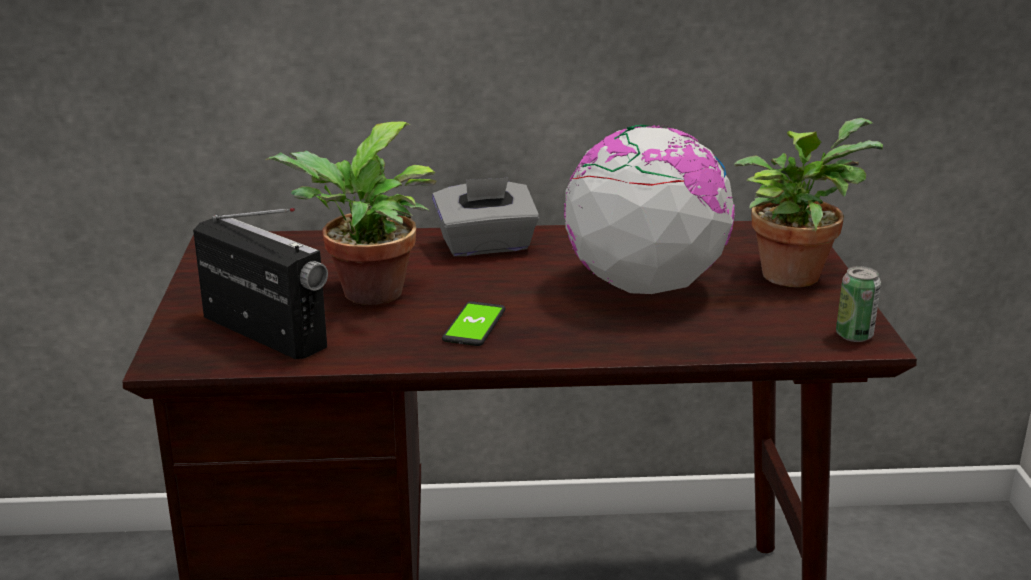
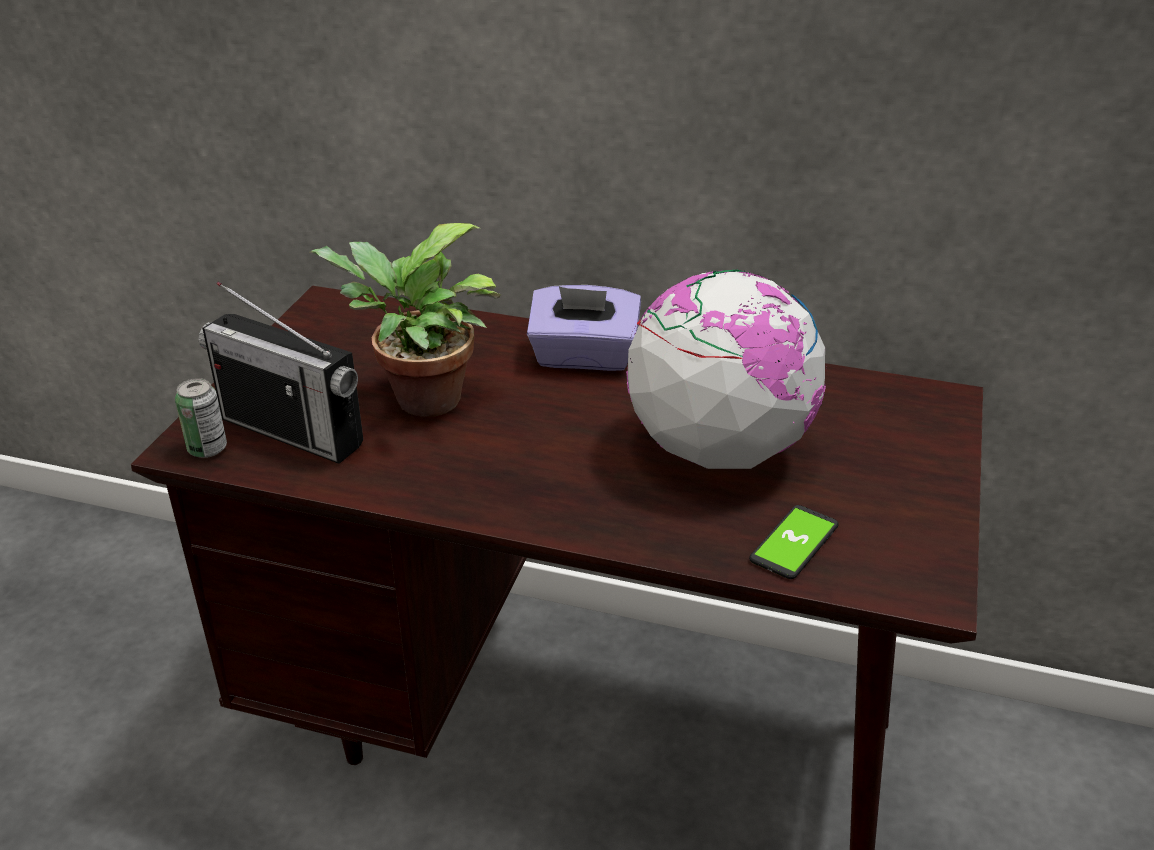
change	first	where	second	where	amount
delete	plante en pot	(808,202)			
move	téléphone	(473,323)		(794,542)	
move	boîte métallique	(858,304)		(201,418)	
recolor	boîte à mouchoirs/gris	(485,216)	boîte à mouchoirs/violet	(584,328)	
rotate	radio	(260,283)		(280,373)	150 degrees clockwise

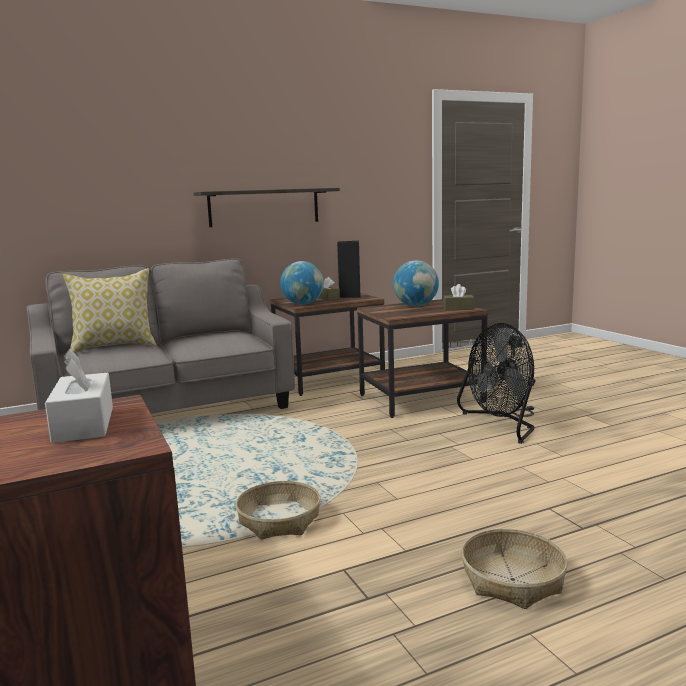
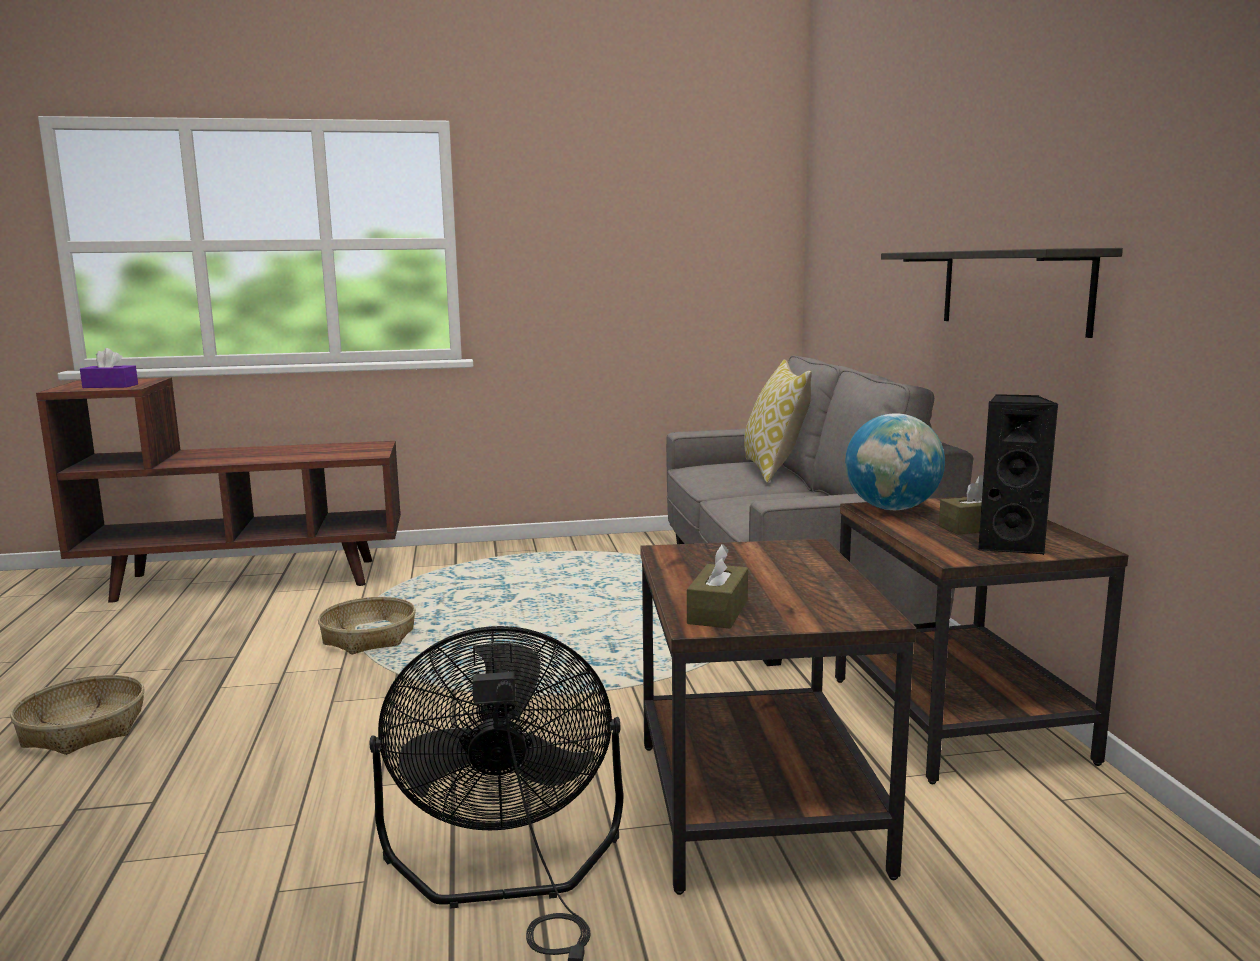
change	first	where	second	where	amount
delete	globe	(416,283)			
recolor	boîte à mouchoirs/blanc	(79,396)	boîte à mouchoirs/violet	(109,368)	

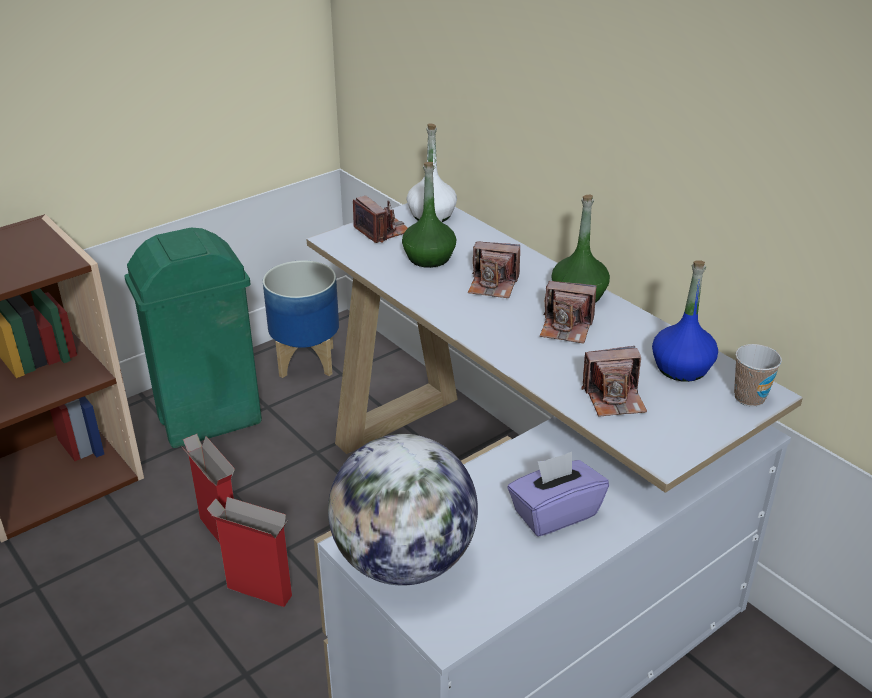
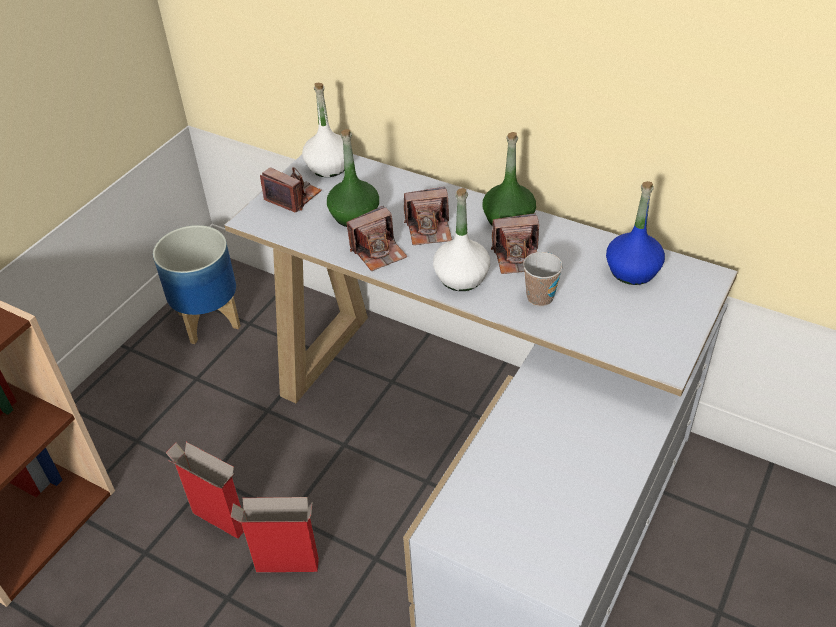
change	first	where	second	where	amount
delete	poubelle/vert	(193,338)			
delete	globe	(403,510)			
delete	boîte à mouchoirs/violet	(558,494)			
insert			bouteille/blanc	(461,239)	
move	appareil photo	(614,381)		(377,238)	
move	tasse	(758,375)		(543,279)	

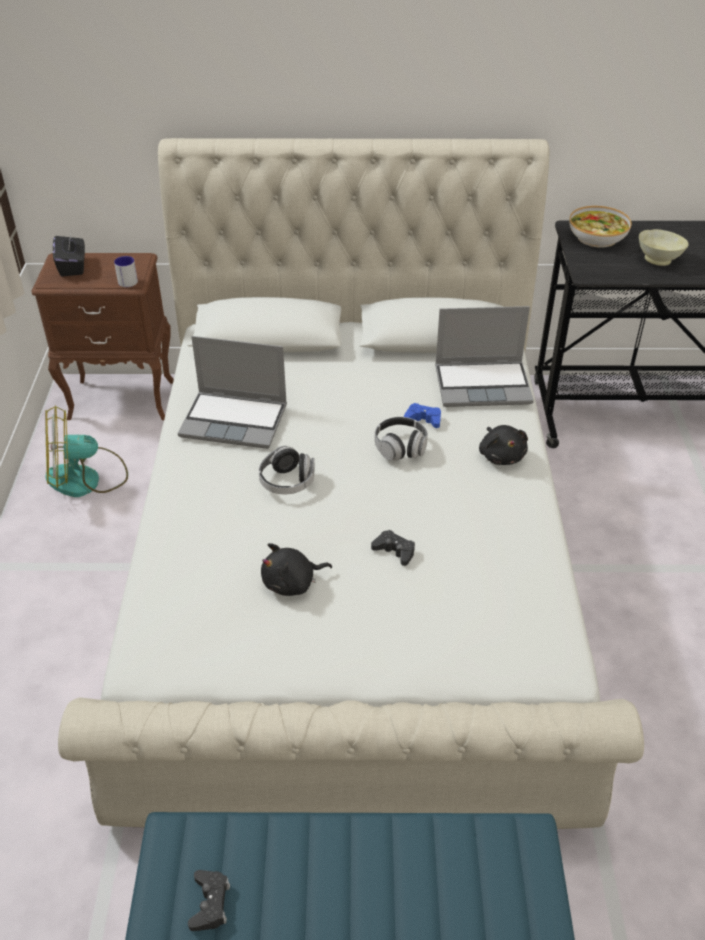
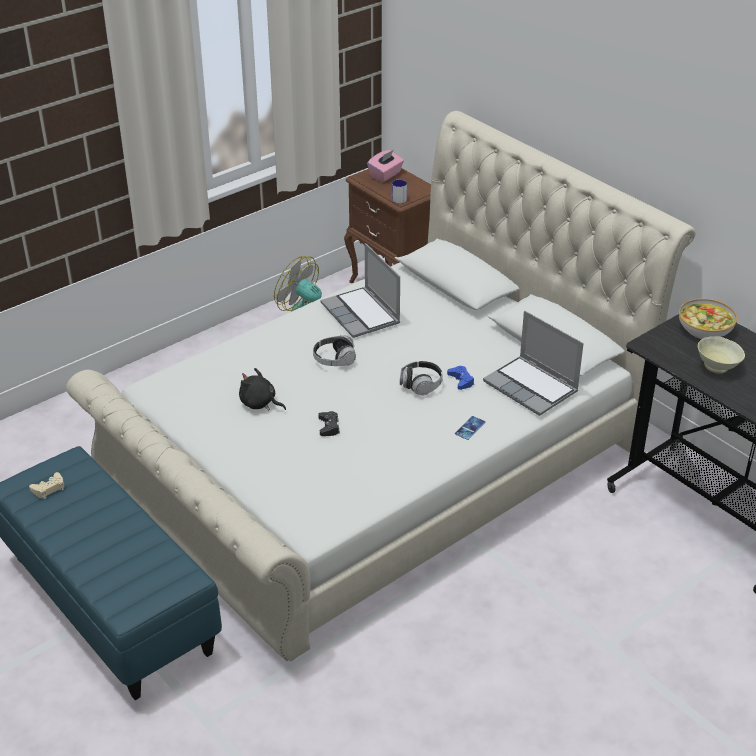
change	first	where	second	where	amount
replace	peluche/noir	(503,445)	téléphone	(470,428)	
recolor	boîte à mouchoirs/noir	(69,254)	boîte à mouchoirs/rose	(385,166)	
recolor	manette/noir	(209,900)	manette/beige	(46,485)	

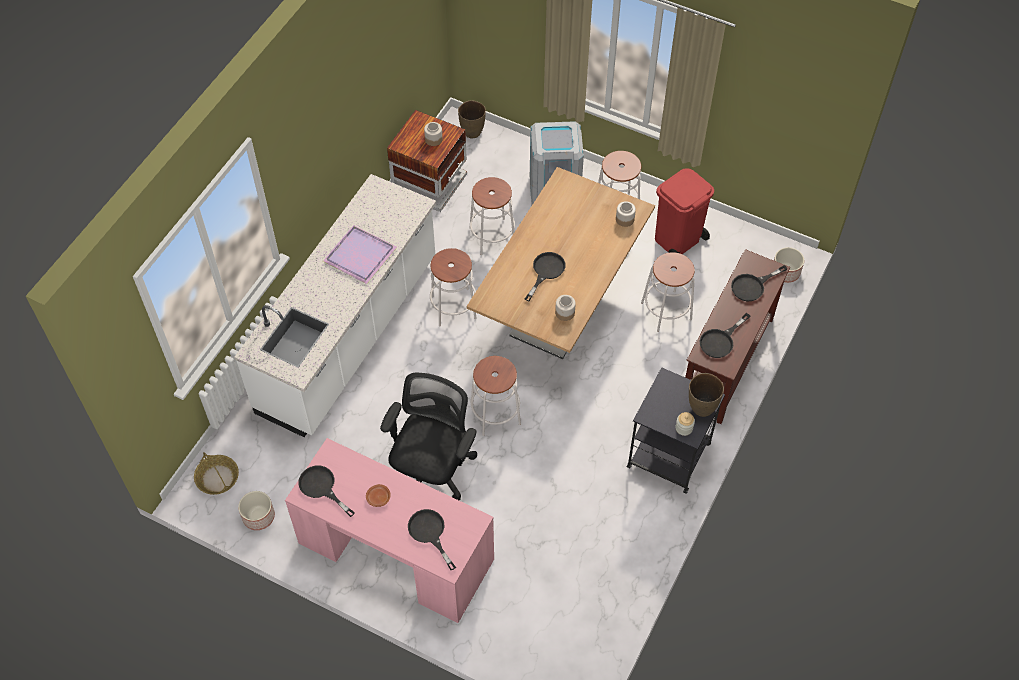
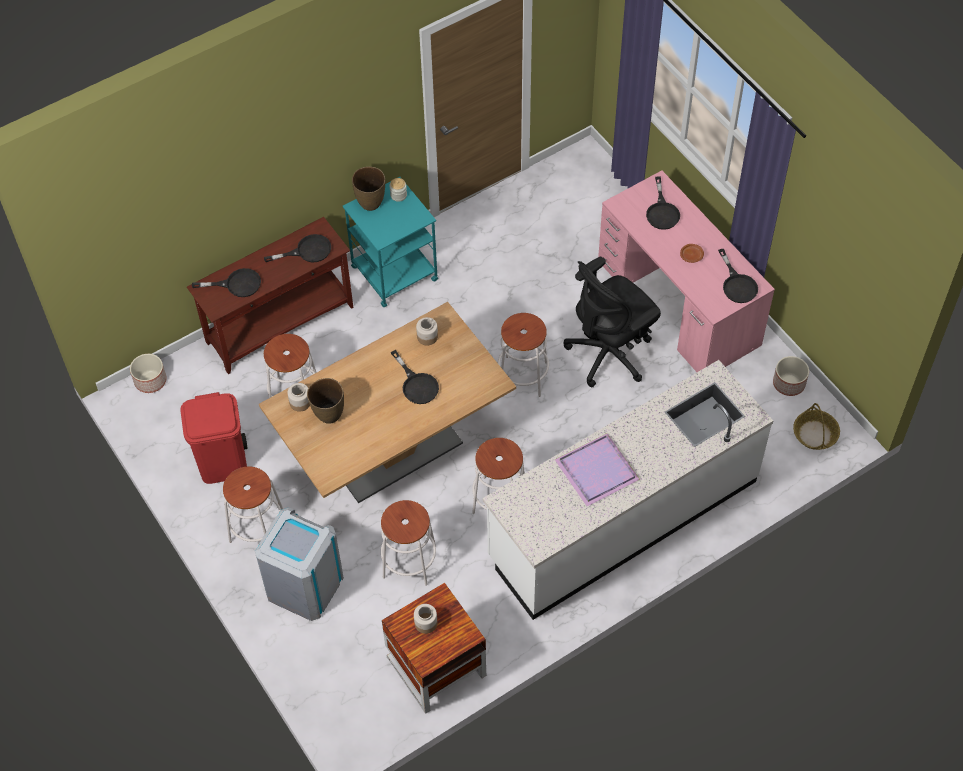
change	first	where	second	where	amount
move	vase/marron	(472,119)		(325,401)	
recolor	chariot/noir	(676,430)	chariot/turquoise	(390,242)	
rotate	poêle/noir	(545,276)		(415,377)	90 degrees counterclockwise

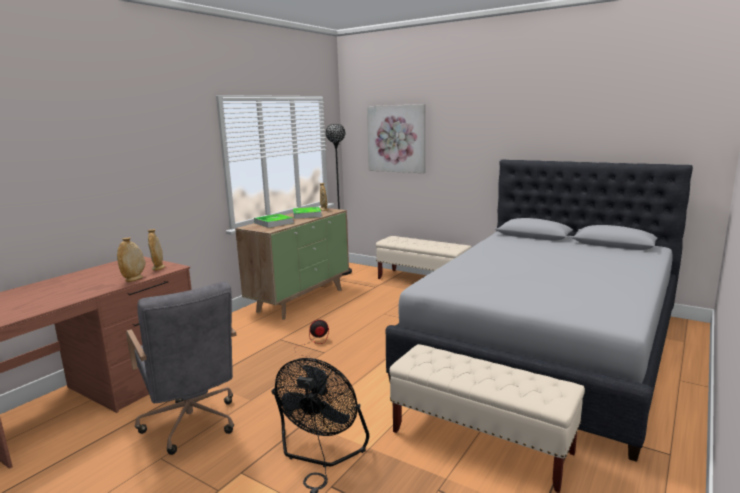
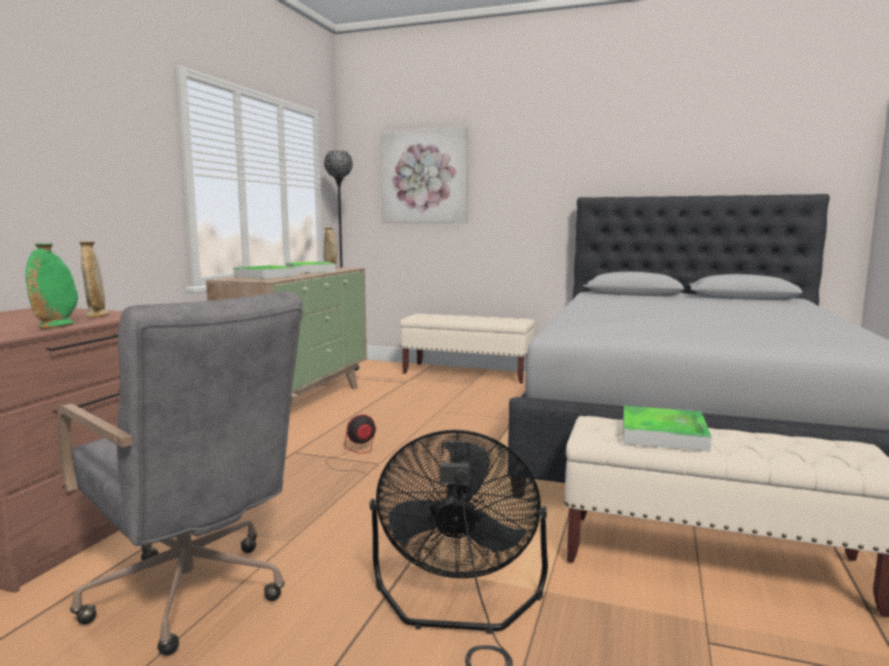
change	first	where	second	where	amount
insert			plateau	(667,429)	
recolor	vase/beige	(131,260)	vase/vert	(51,286)	

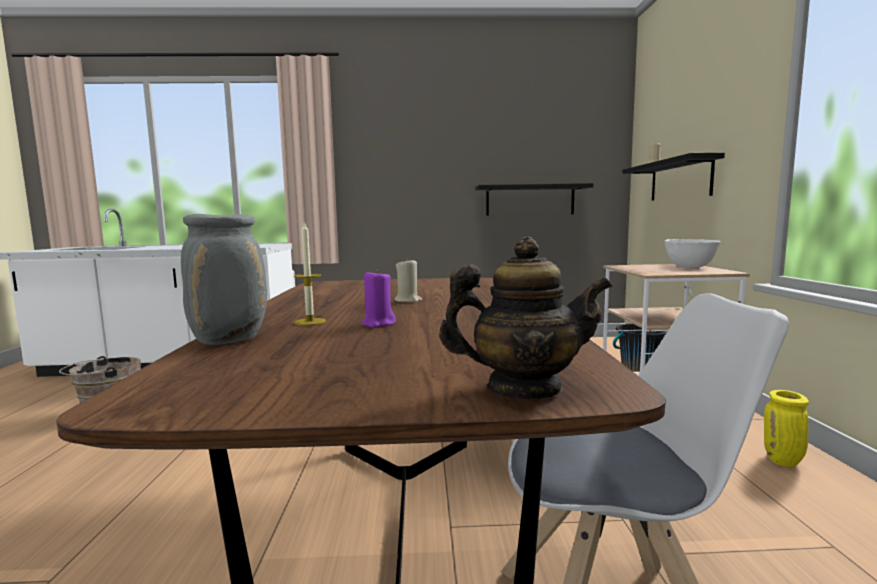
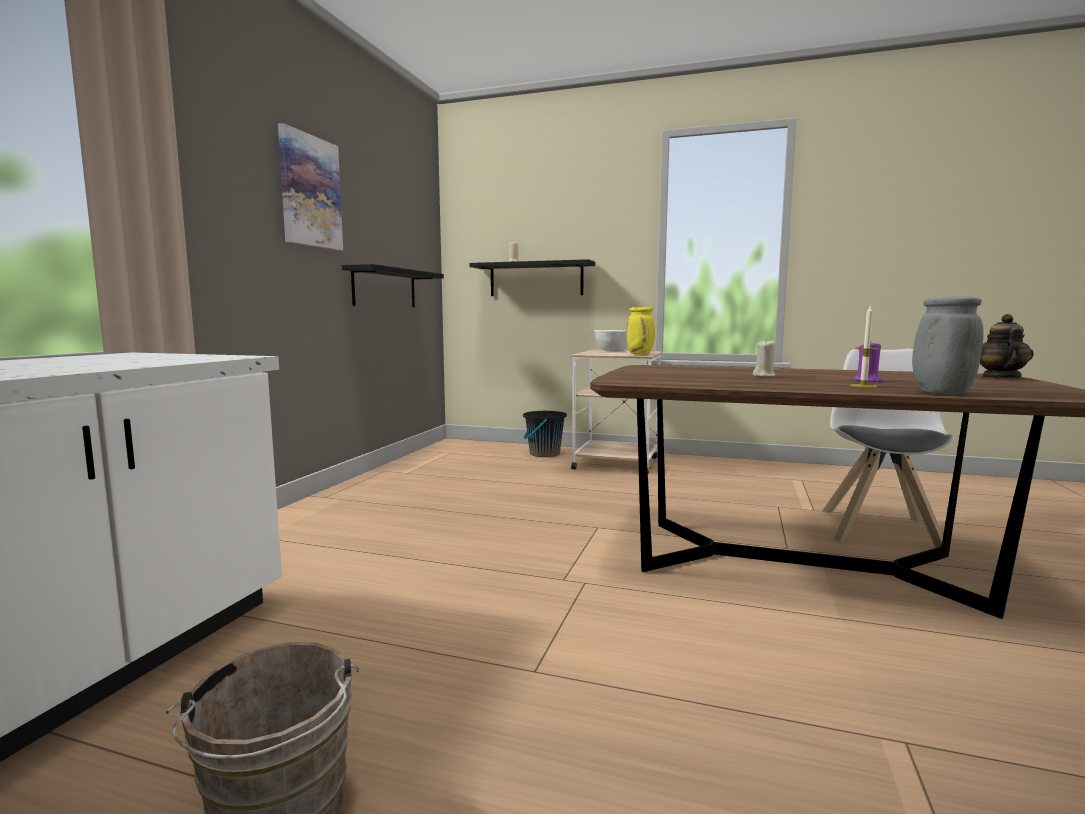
change	first	where	second	where	amount
insert			tableau	(310,187)	
move	vase/jaune	(786,428)		(641,331)	

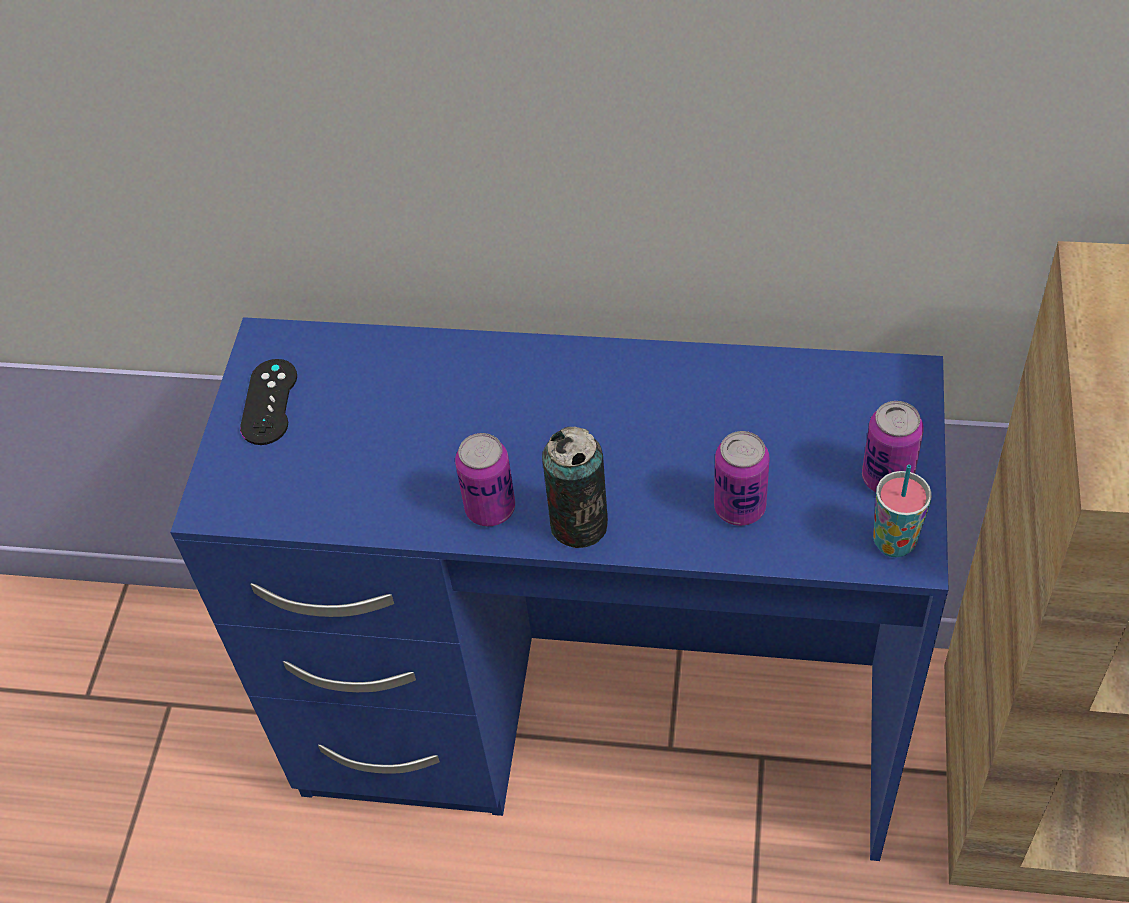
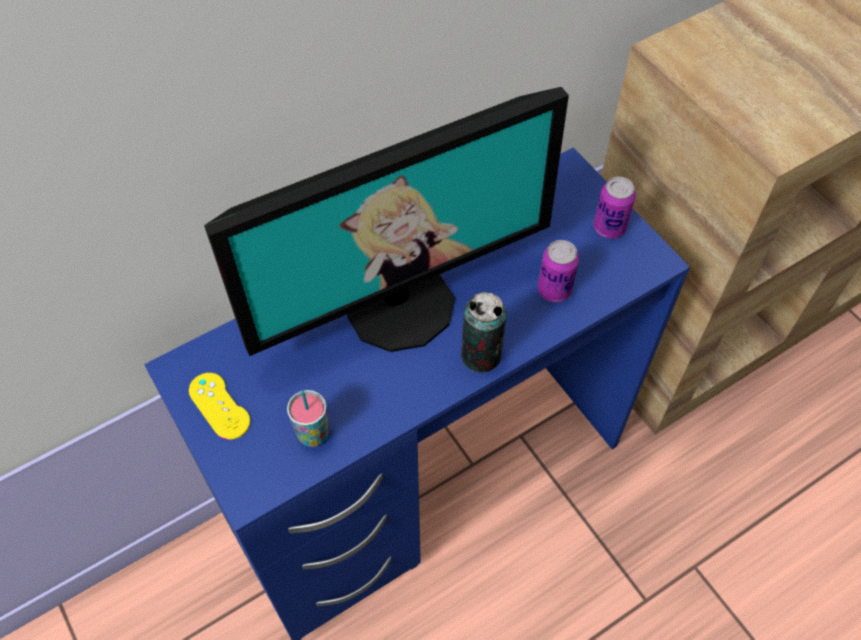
change	first	where	second	where	amount
delete	boîte métallique	(485,479)			
insert			écran d'ordinateur	(386,221)	
move	tasse	(902,511)		(308,418)	
recolor	manette/noir	(268,402)	manette/jaune	(219,406)	

